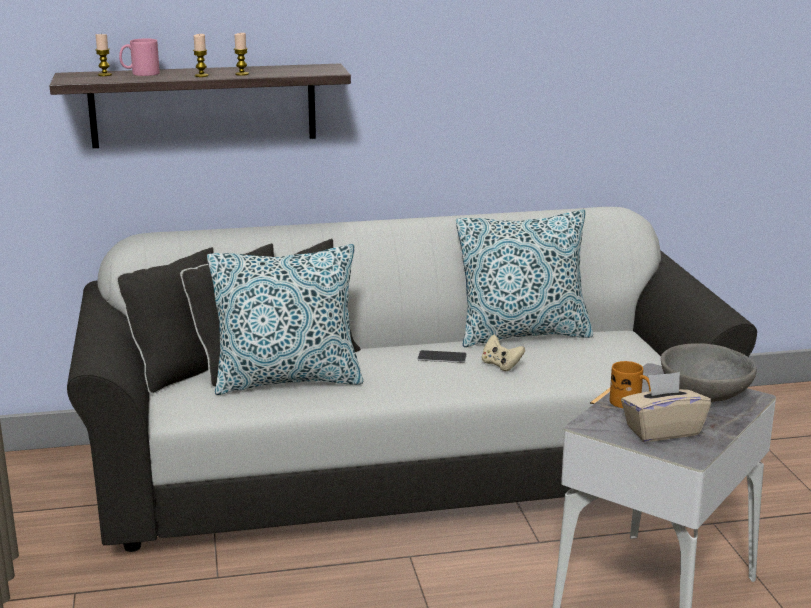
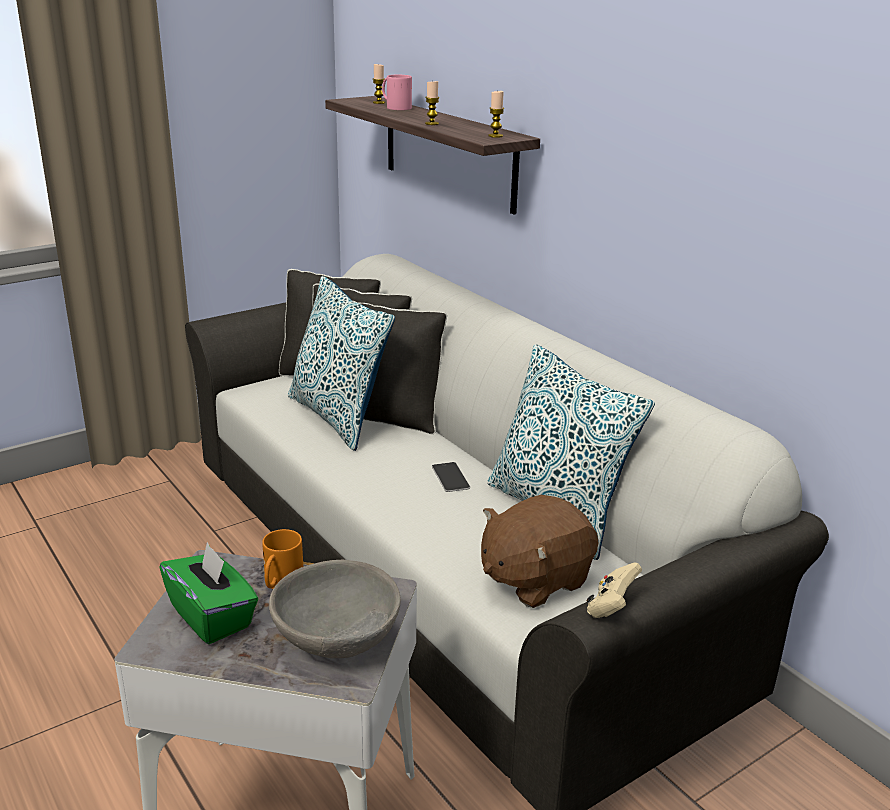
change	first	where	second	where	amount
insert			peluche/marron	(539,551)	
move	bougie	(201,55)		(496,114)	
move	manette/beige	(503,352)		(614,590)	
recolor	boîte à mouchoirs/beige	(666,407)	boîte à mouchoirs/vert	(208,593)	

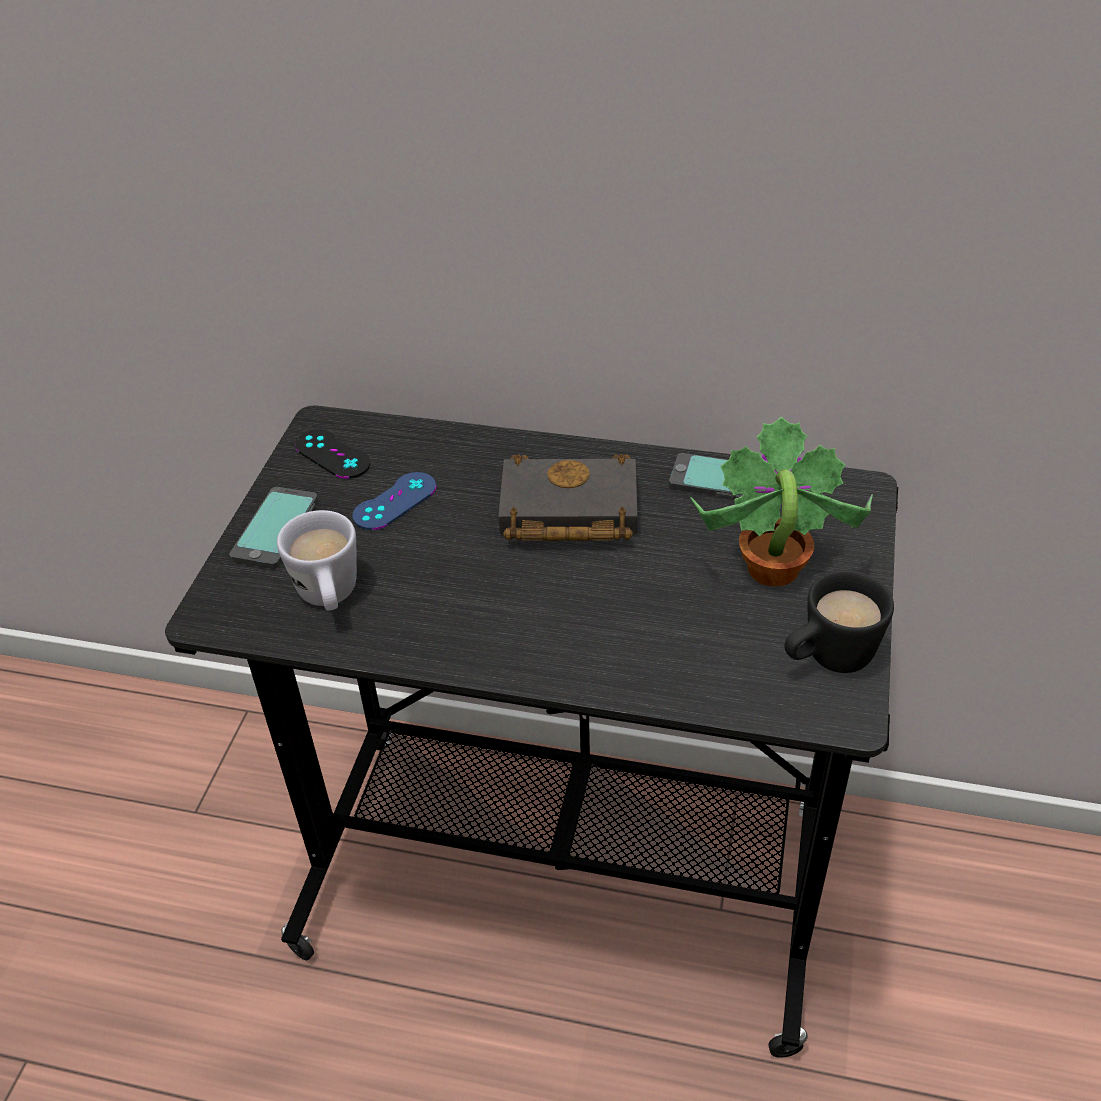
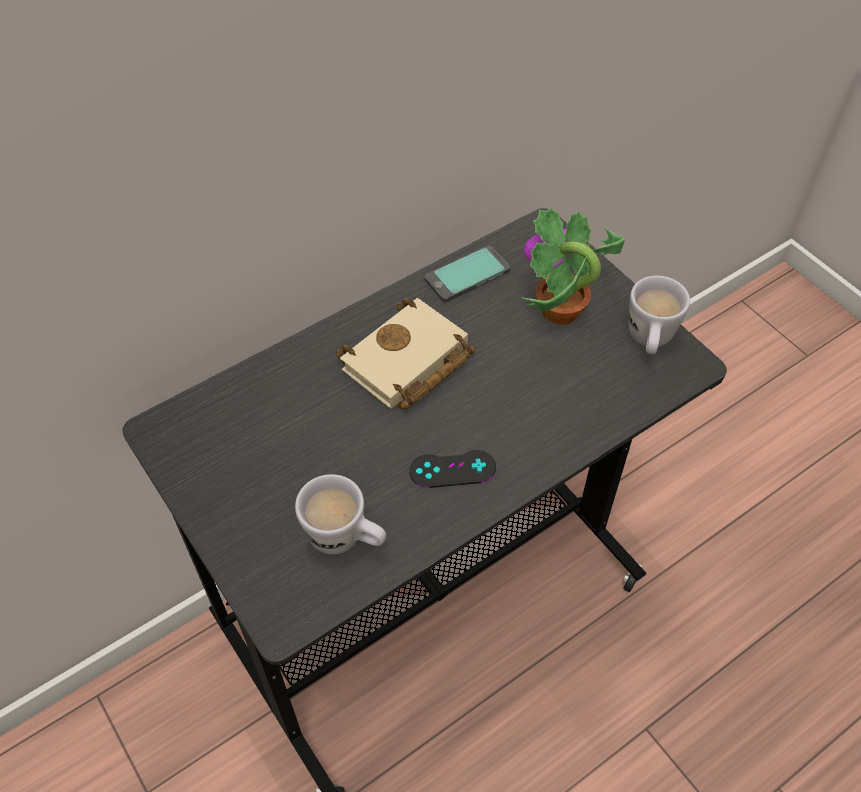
change	first	where	second	where	amount
delete	téléphone	(273,528)			
delete	manette/bleu	(394,501)			
move	manette/noir	(332,454)		(452,469)	
recolor	livre/noir	(568,497)	livre/beige	(405,354)	
recolor	mug/noir	(839,621)	mug/blanc	(659,315)	

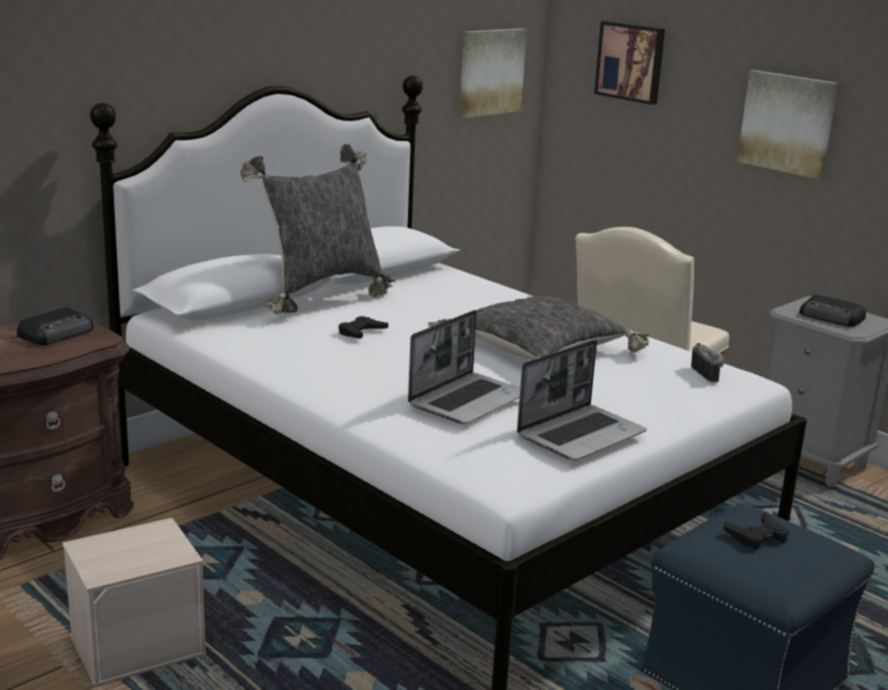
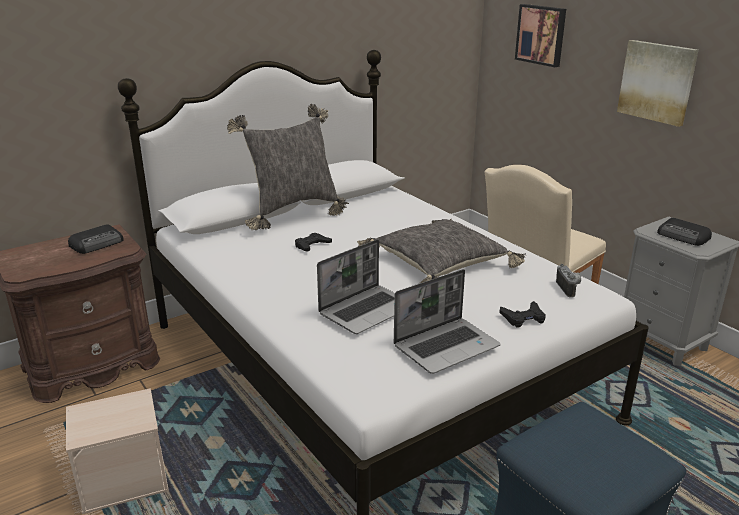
change	first	where	second	where	amount
delete	tableau	(493,73)			
move	manette/noir	(756,531)		(522,314)	

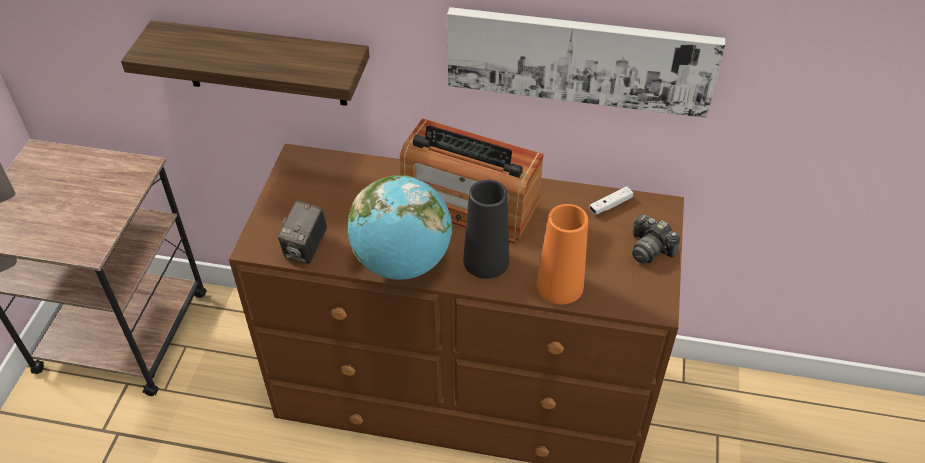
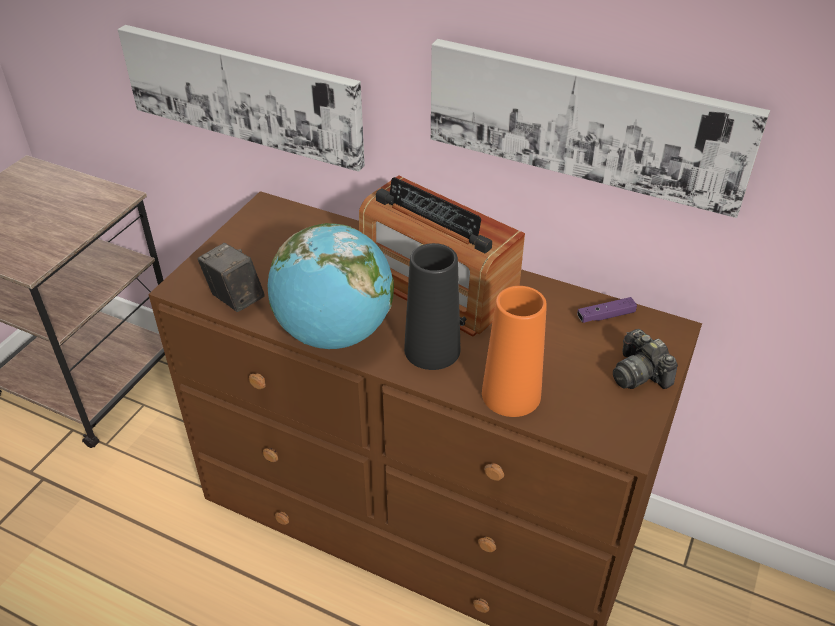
change	first	where	second	where	amount
replace	étagère	(245,63)	tableau	(241,98)	
recolor	manette/blanc	(611,200)	manette/violet	(607,310)	
rotate	appareil photo	(302,232)		(231,277)	105 degrees clockwise

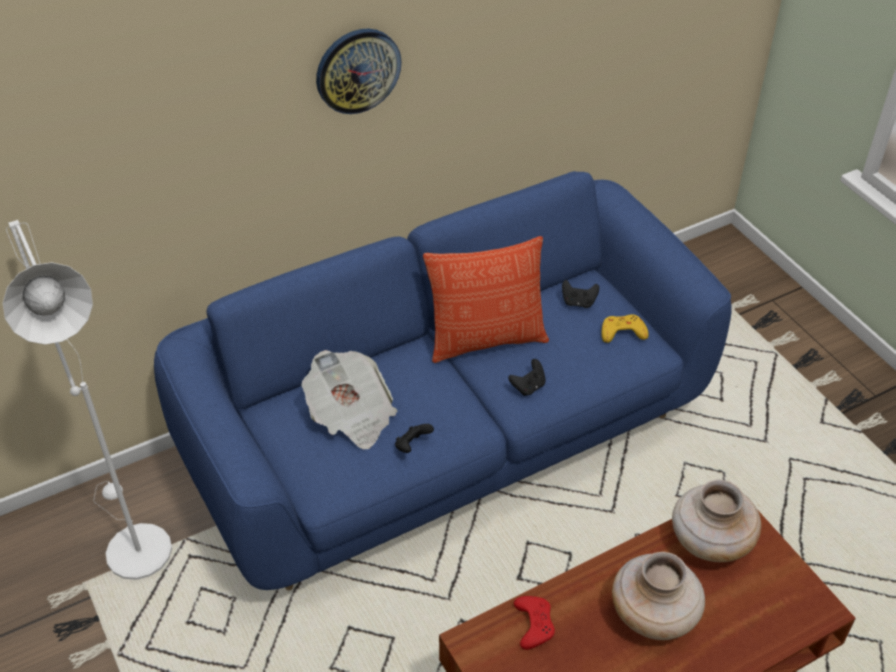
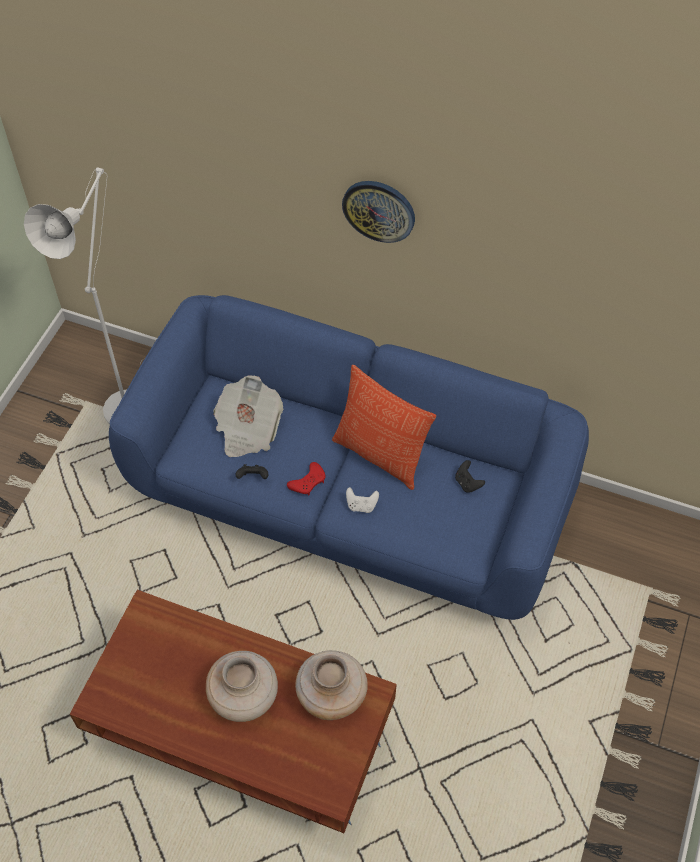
change	first	where	second	where	amount
delete	manette/jaune	(625,329)			
move	manette/rouge	(534,623)		(306,478)	
recolor	manette/noir	(527,377)	manette/blanc	(362,500)	

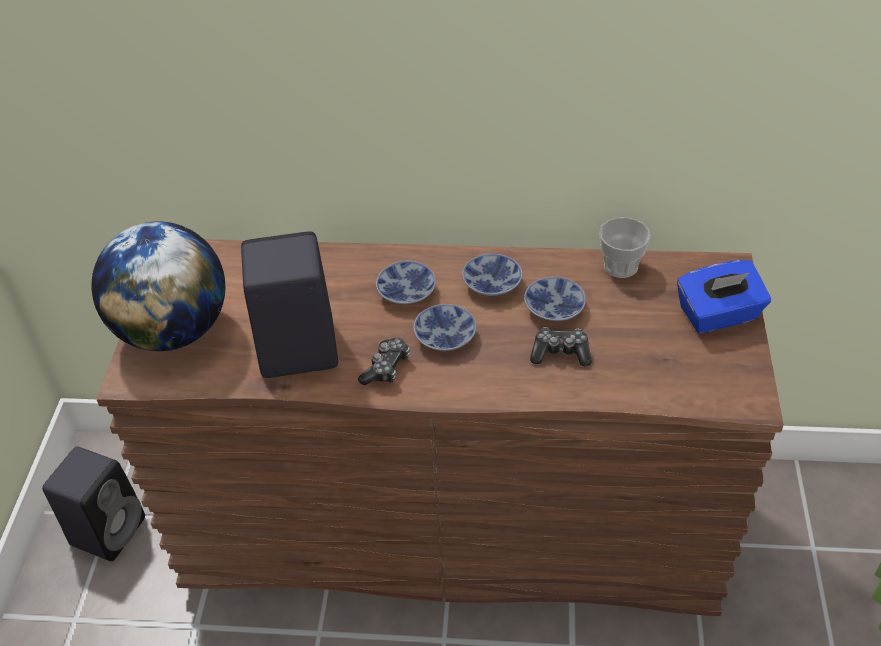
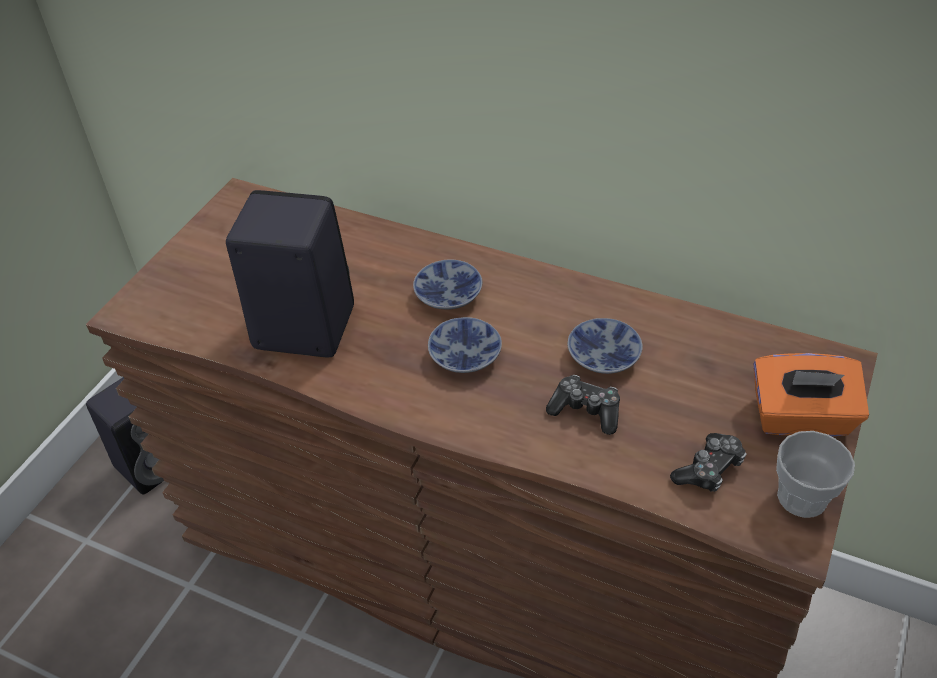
change	first	where	second	where	amount
delete	globe	(158,286)			
delete	bol	(492,275)			
move	manette	(384,361)		(708,462)	
move	tasse	(625,247)		(815,474)	
recolor	boîte à mouchoirs/bleu	(724,296)	boîte à mouchoirs/orange	(811,395)	

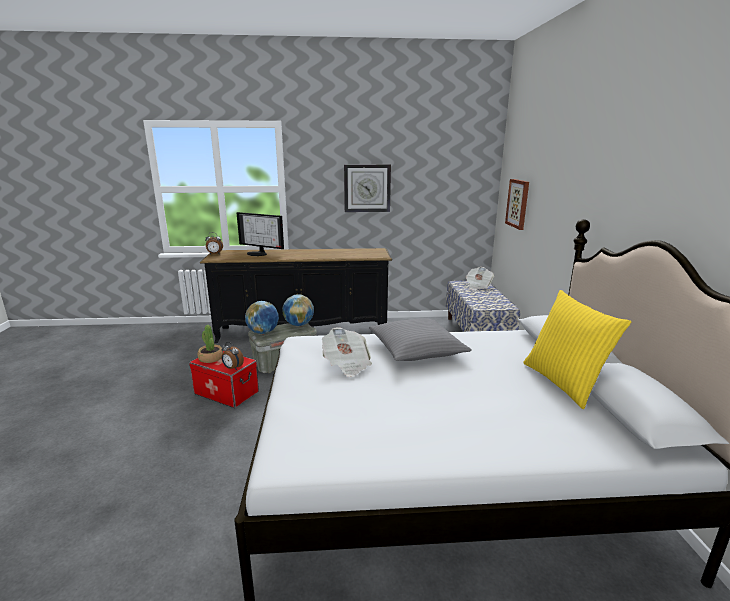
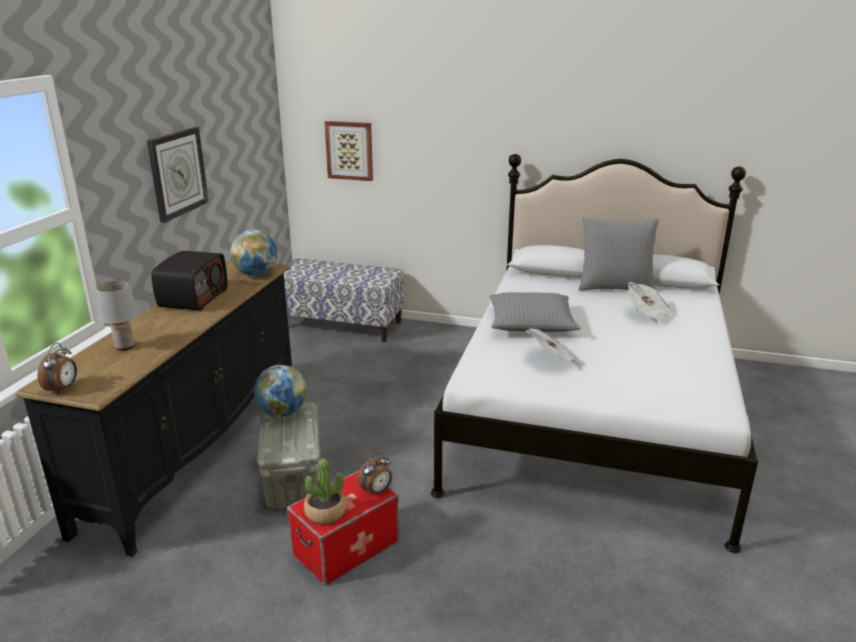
change	first	where	second	where	amount
insert			radio	(189,281)	
move	globe	(262,317)		(254,253)	
move	journal	(480,278)		(650,303)	
replace	écran d'ordinateur	(260,234)	lampe de table/gris	(118,315)	
recolor	coussin/jaune	(577,350)	coussin/gris	(619,254)	

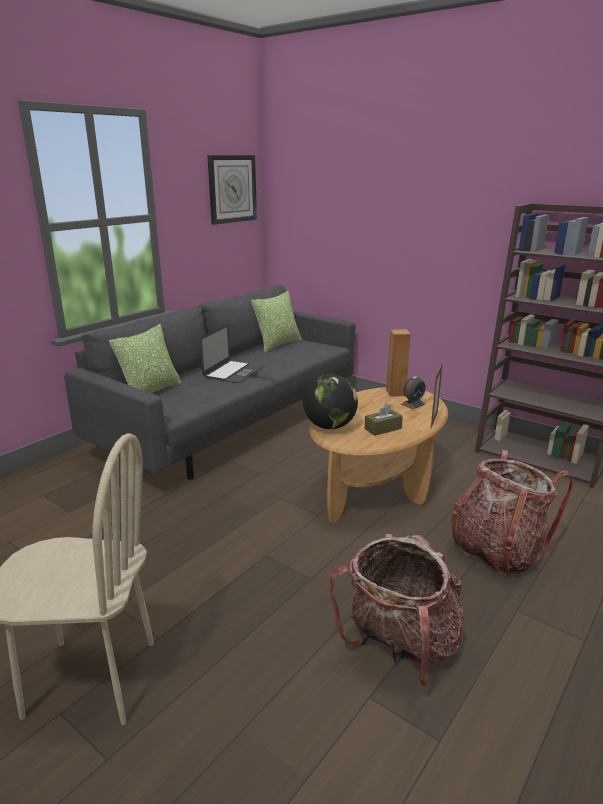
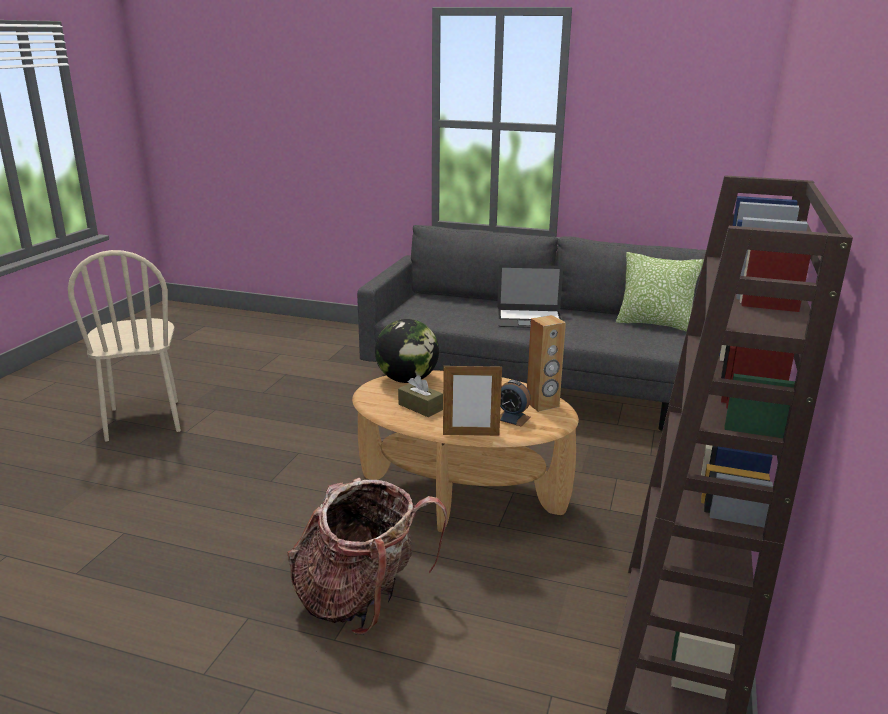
change	first	where	second	where	amount
delete	coussin	(145,358)			
delete	horloge murale	(232,190)			
delete	sac à dos	(396,611)			

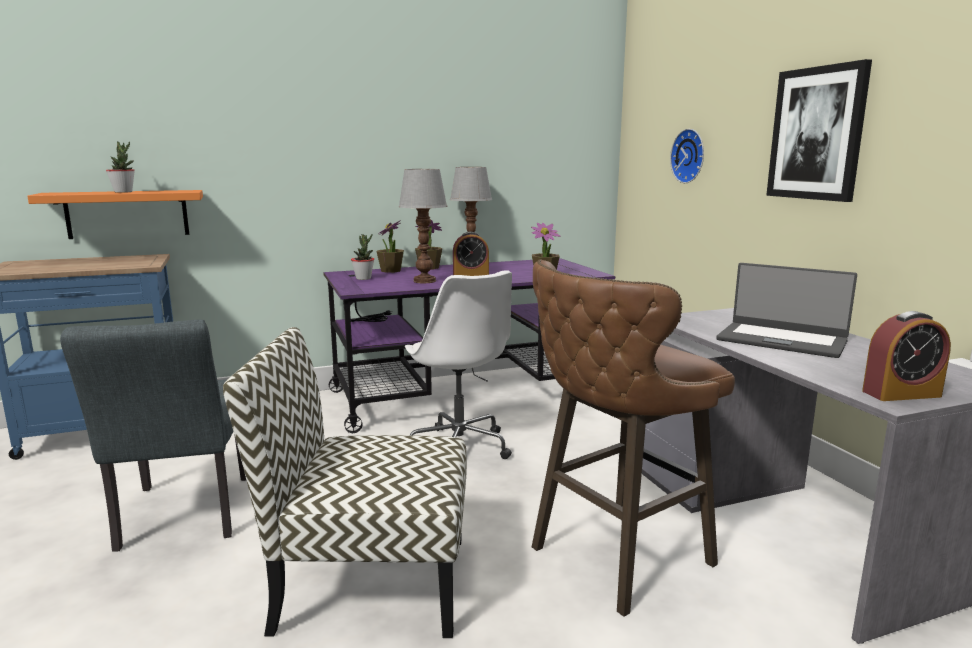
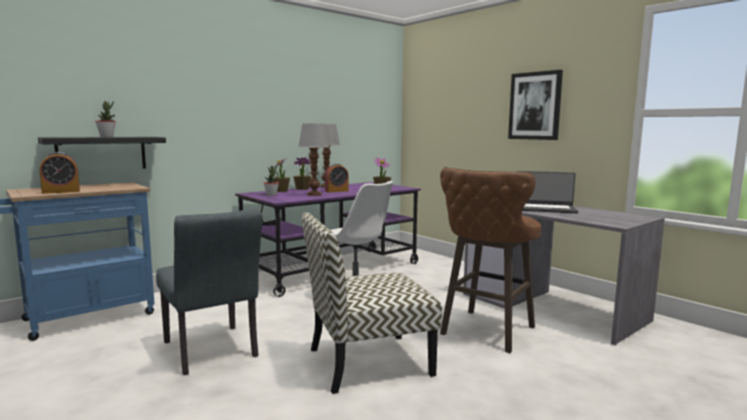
change	first	where	second	where	amount
delete	horloge murale	(687,156)			
move	réveil	(906,356)		(60,173)	
recolor	étagère/orange	(115,214)	étagère/noir	(102,153)	

